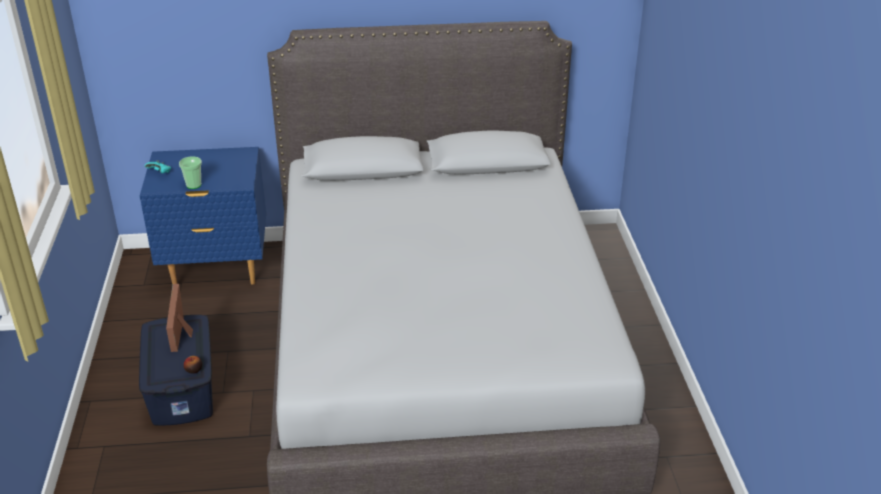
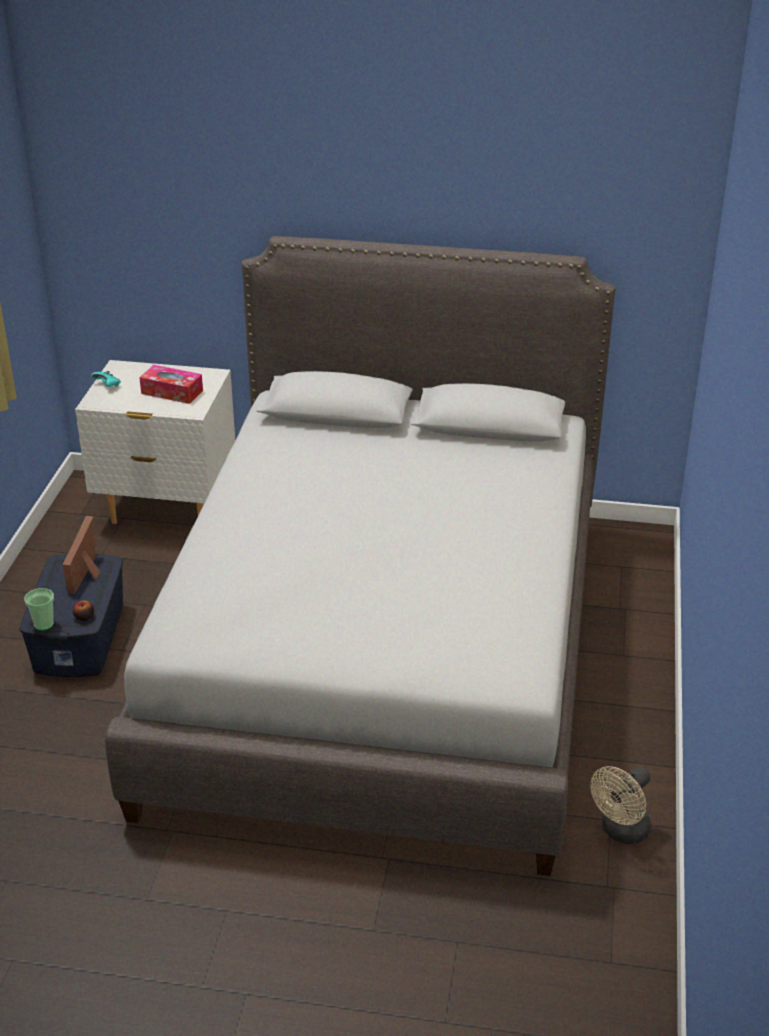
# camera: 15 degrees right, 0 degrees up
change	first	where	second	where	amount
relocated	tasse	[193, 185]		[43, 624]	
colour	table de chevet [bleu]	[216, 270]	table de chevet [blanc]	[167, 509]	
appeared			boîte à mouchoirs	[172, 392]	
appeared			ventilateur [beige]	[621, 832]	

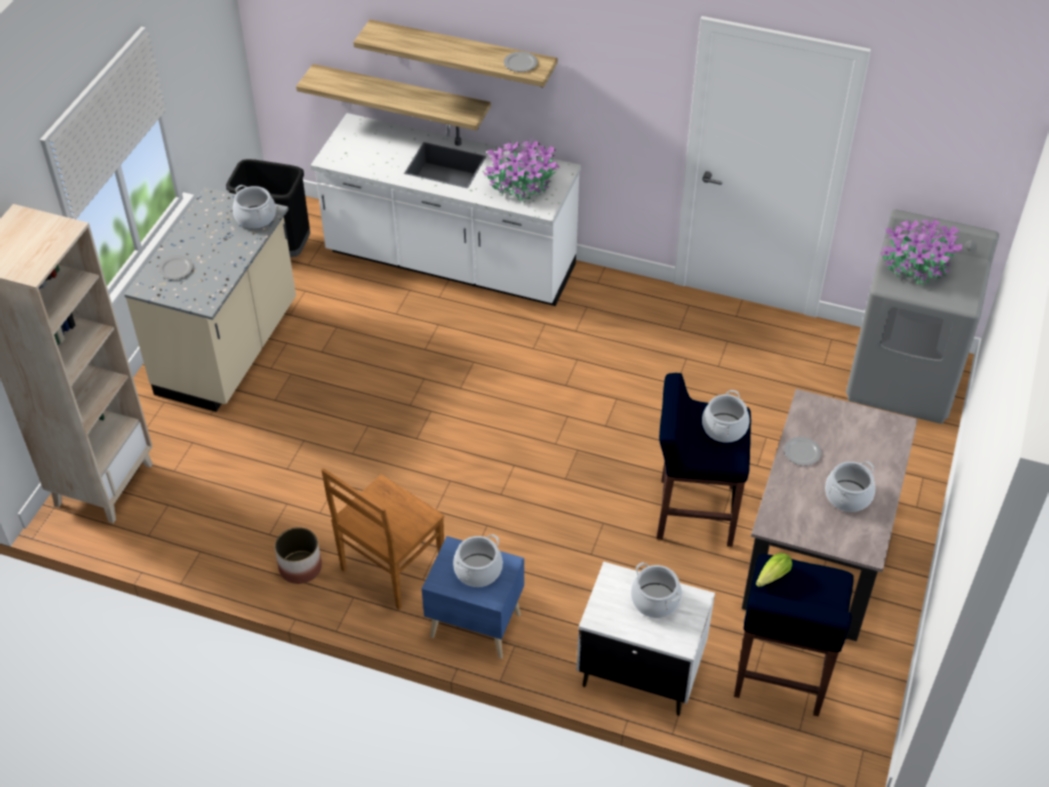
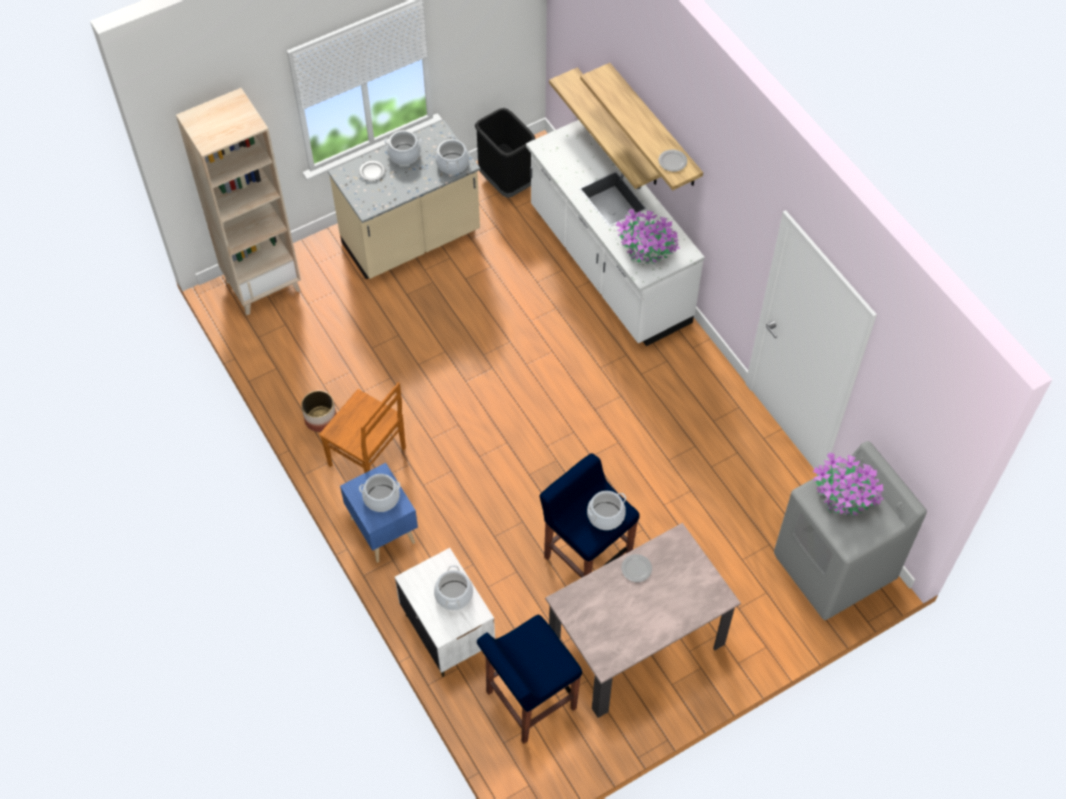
# camera: 40 degrees right, 10 degrees up
change	first	where	second	where	amount
spun	chaise [marron]	[390, 569]		[369, 458]	135 degrees counterclockwise
relocated	marmite	[847, 496]		[404, 154]	
missing	laitue	[771, 578]			

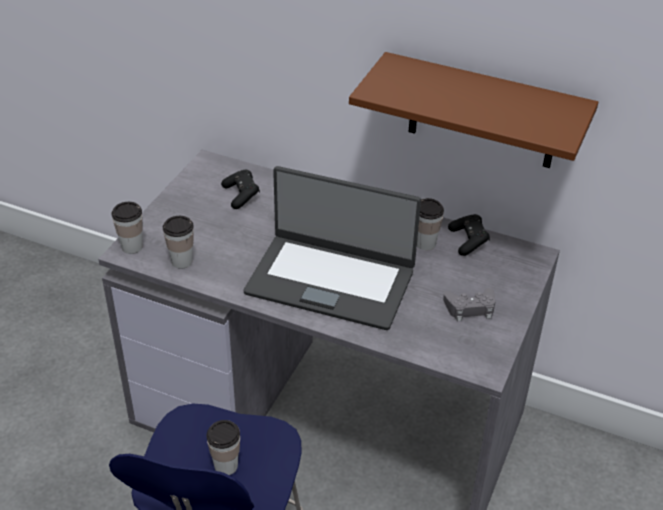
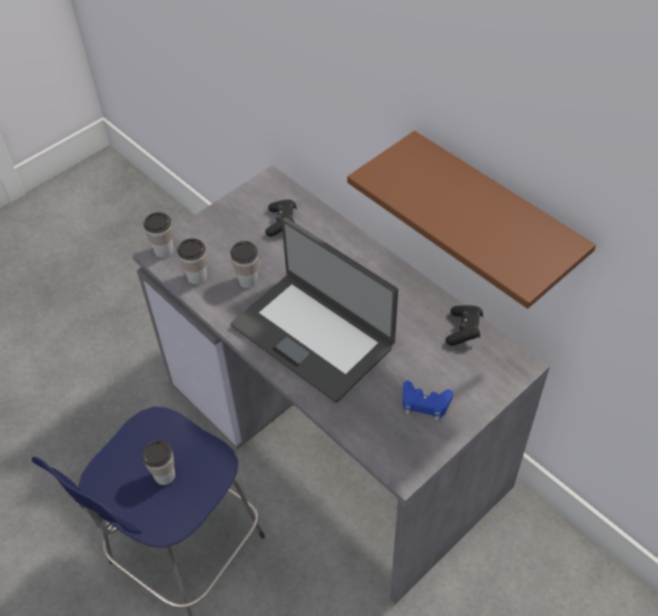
# camera: 25 degrees right, 10 degrees up
change	first	where	second	where	amount
relocated	tasse	[425, 243]		[248, 280]	
colour	manette [gris]	[470, 308]	manette [bleu]	[425, 403]	

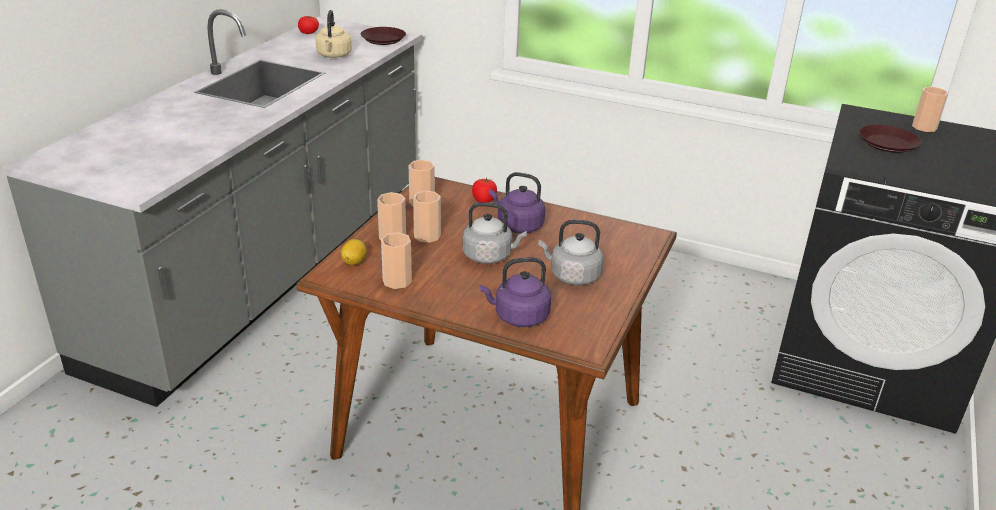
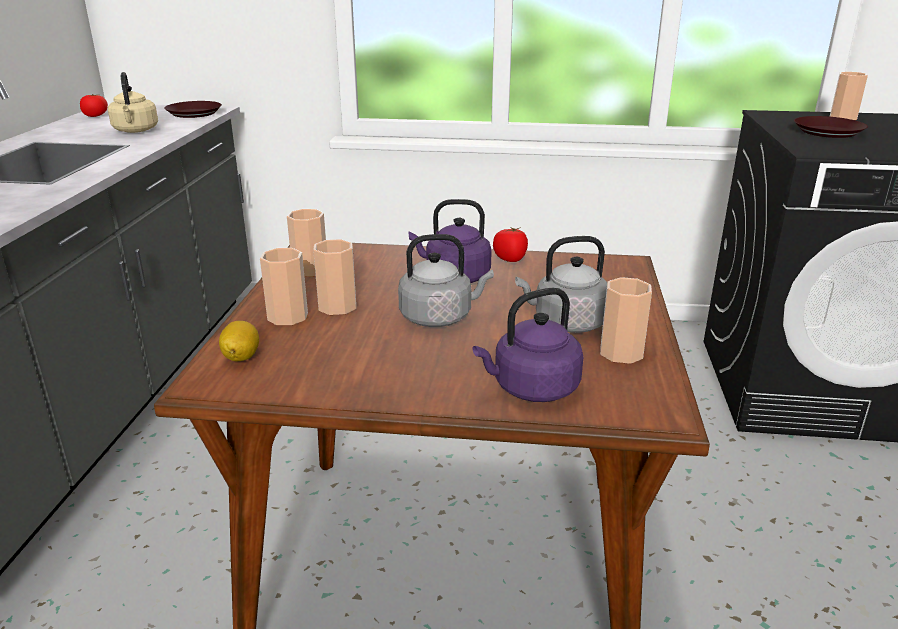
# camera: 15 degrees left, 5 degrees down
change	first	where	second	where	amount
relocated	tomate	[484, 200]		[510, 258]	
relocated	tasse	[397, 281]		[621, 353]	

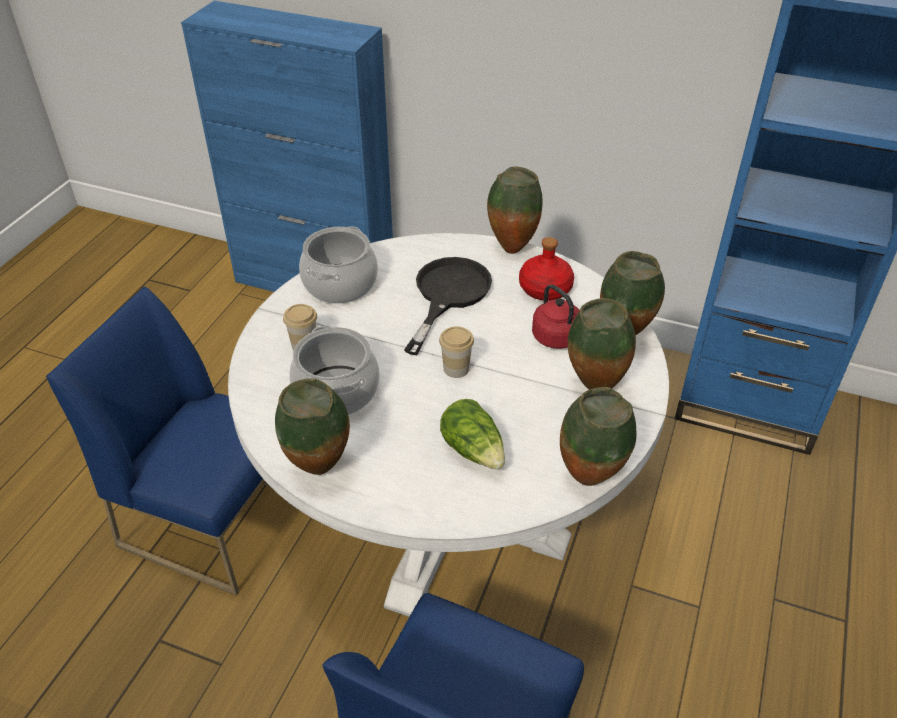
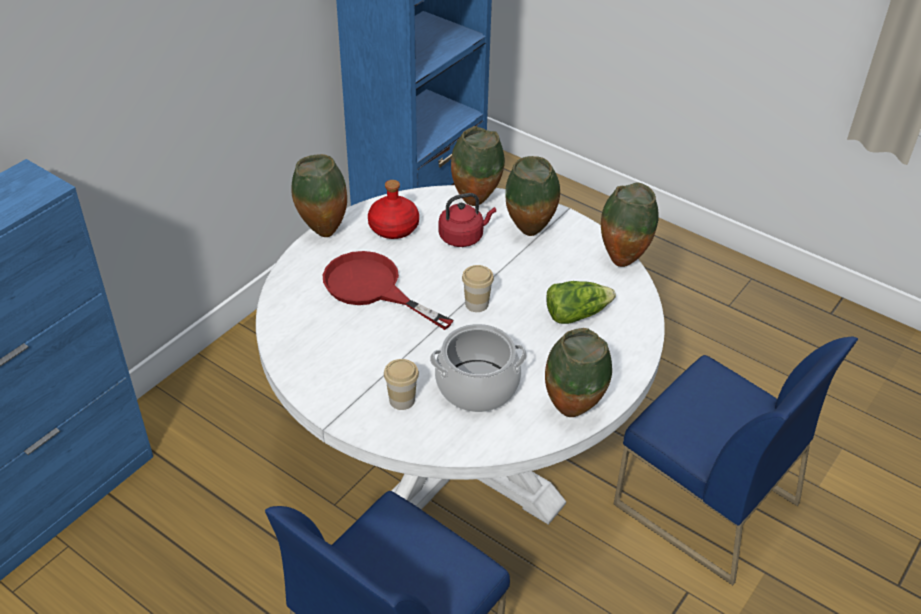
# camera: 75 degrees left, 0 degrees up
change	first	where	second	where	amount
colour	poêle [noir]	[448, 295]	poêle [rouge]	[372, 288]	
missing	marmite	[340, 284]			

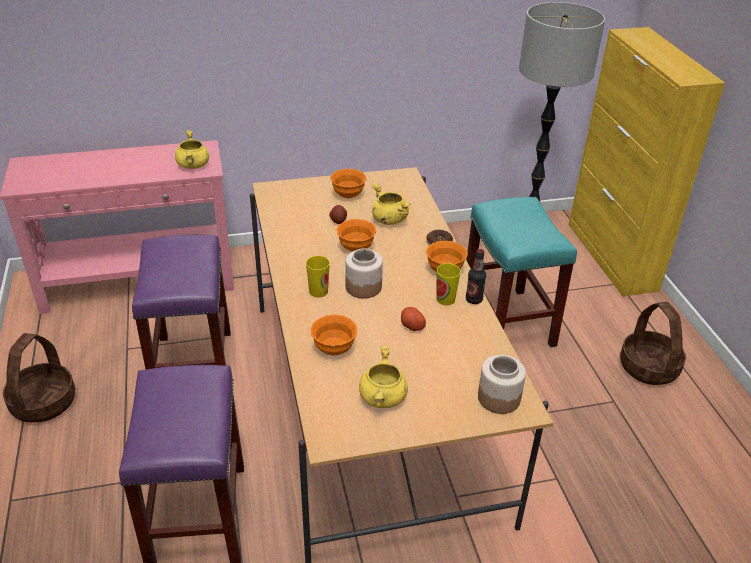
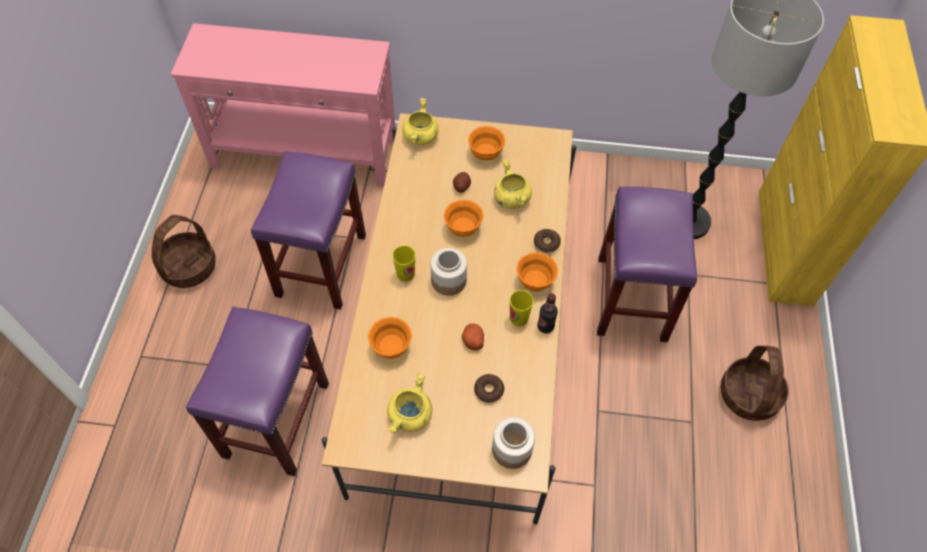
# camera: 20 degrees right, 20 degrees up
change	first	where	second	where	amount
relocated	marmite [jaune]	[193, 165]		[421, 137]	
appeared			beignet	[488, 390]	
colour	tabouret [turquoise]	[508, 322]	tabouret [violet]	[632, 299]	

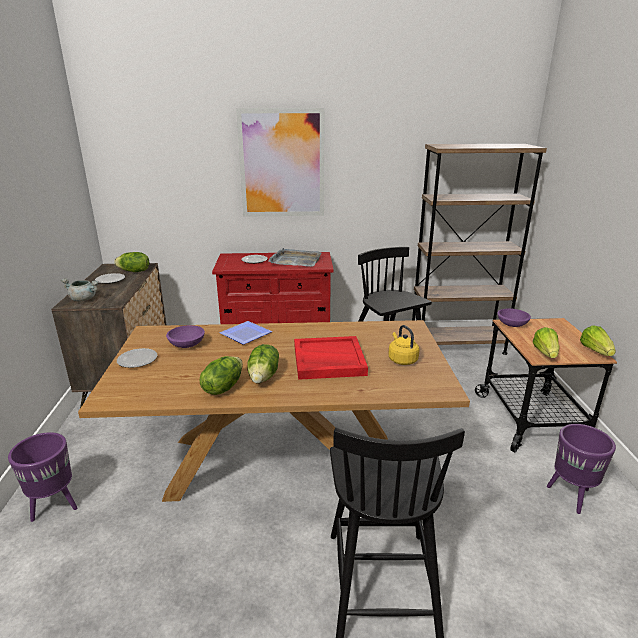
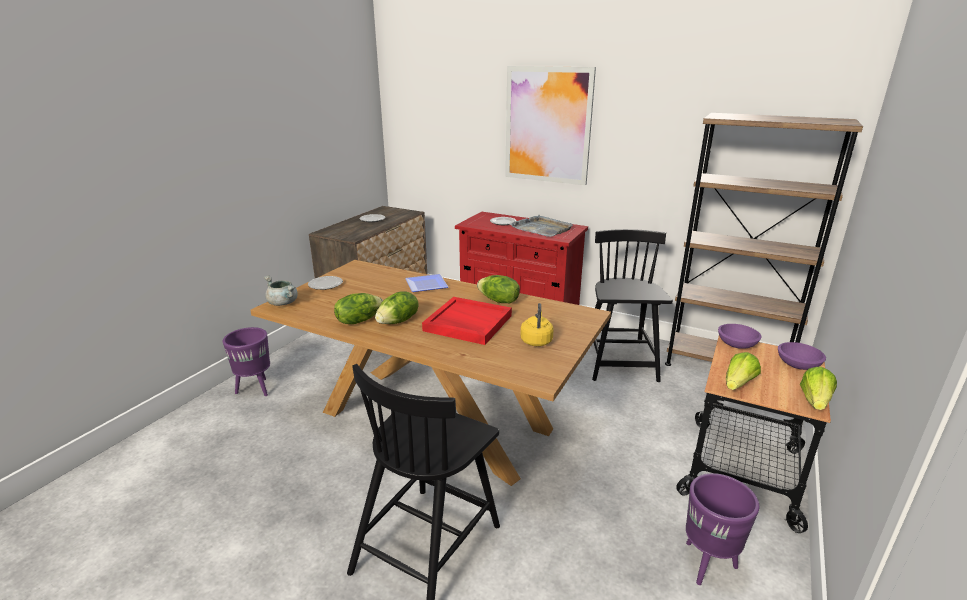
# camera: 30 degrees right, 0 degrees up
change	first	where	second	where	amount
relocated	marmite [gris]	[84, 299]		[284, 303]	
relocated	laitue	[134, 271]		[498, 301]	
relocated	bol [violet]	[186, 345]		[797, 365]	

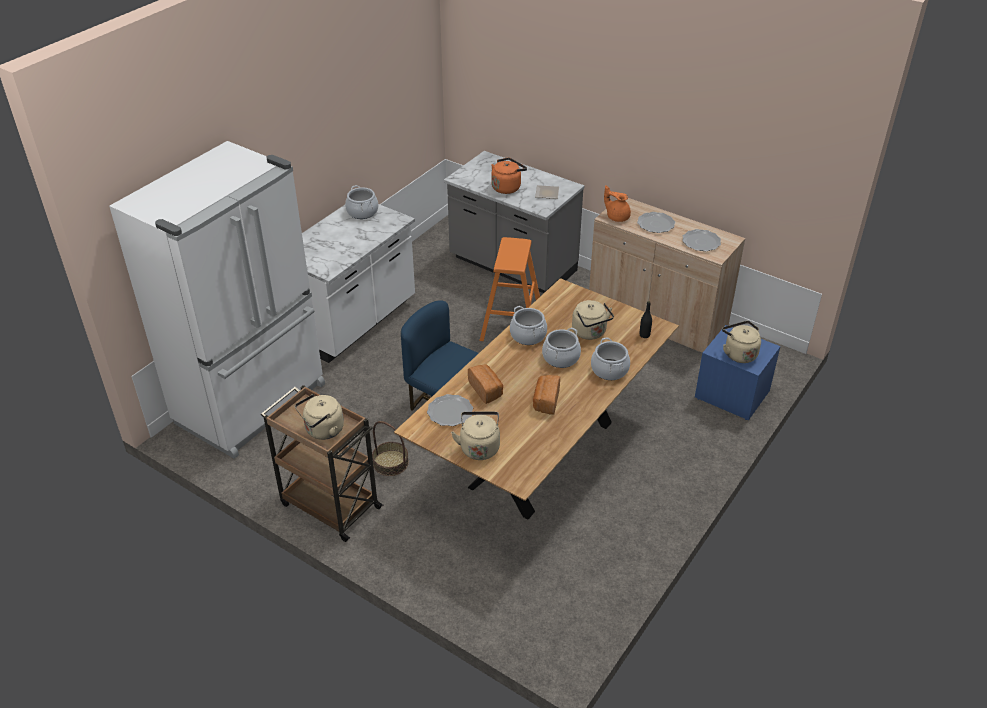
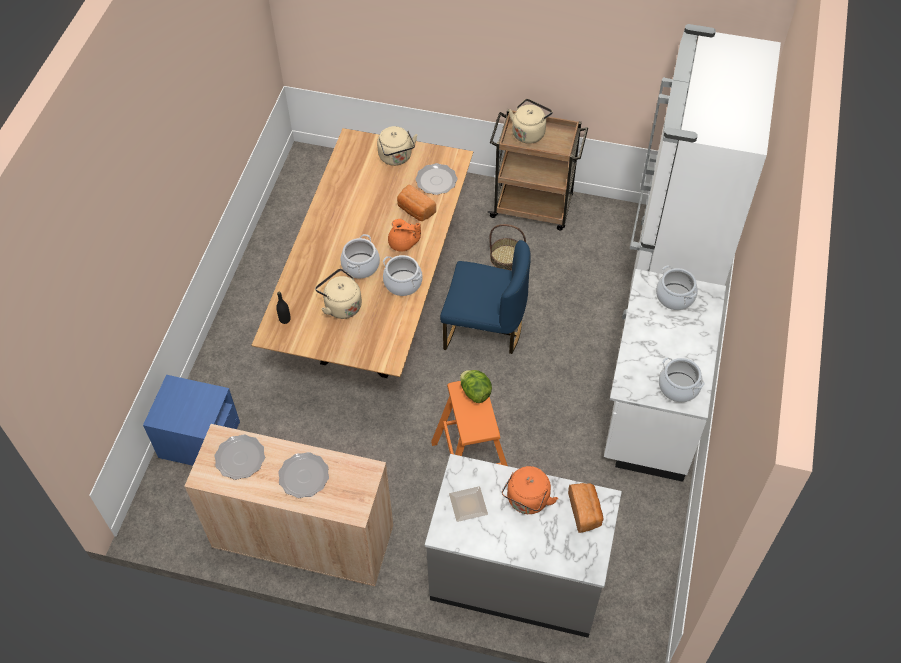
# camera: 160 degrees right, 15 degrees up
change	first	where	second	where	amount
relocated	théière [orange]	[617, 217]		[403, 244]	
appeared			laitue	[475, 392]	
relocated	pain	[545, 401]		[585, 511]	
relocated	marmite	[609, 370]		[675, 297]	
missing	bouilloire [beige]	[738, 353]			

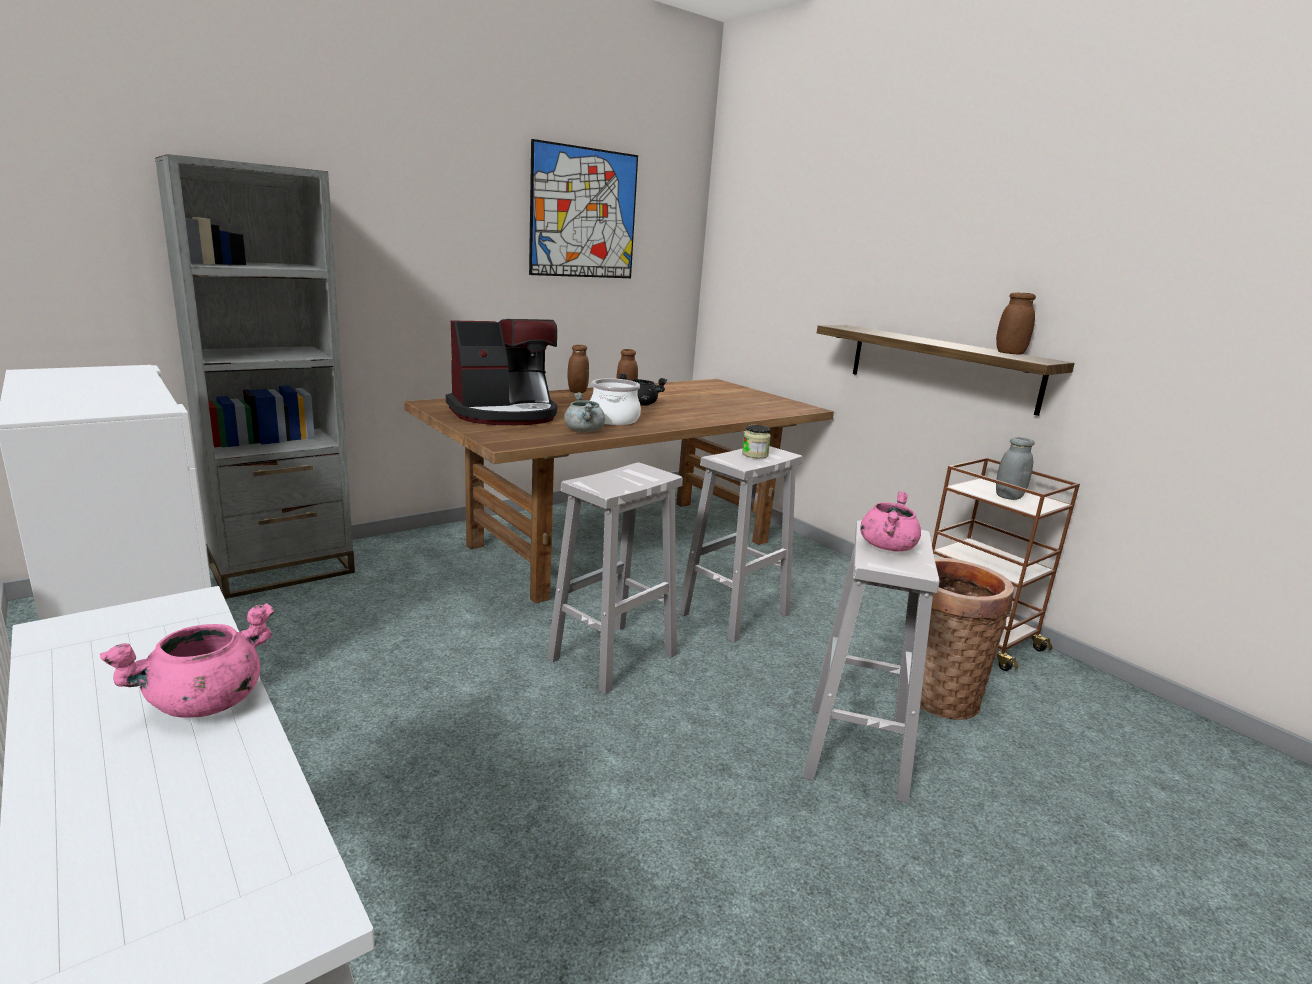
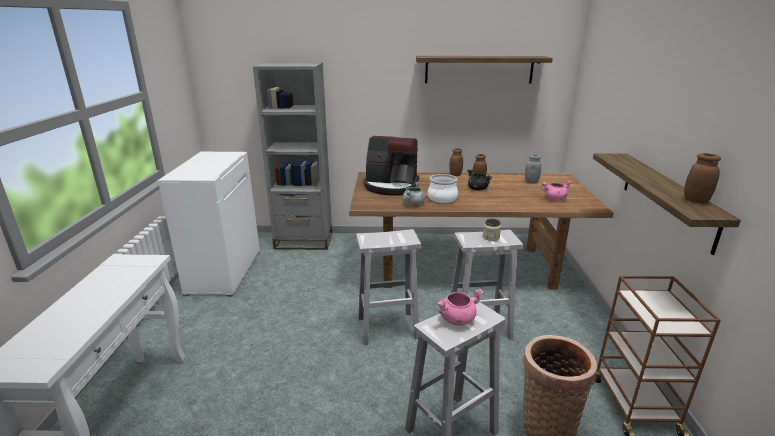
# camera: 40 degrees right, 5 degrees up
change	first	where	second	where	amount
exchanged	tableau	[584, 213]	étagère	[479, 69]	
relocated	bocal [gris]	[1008, 496]		[531, 182]	
relocated	marmite [rose]	[205, 703]		[554, 199]	

